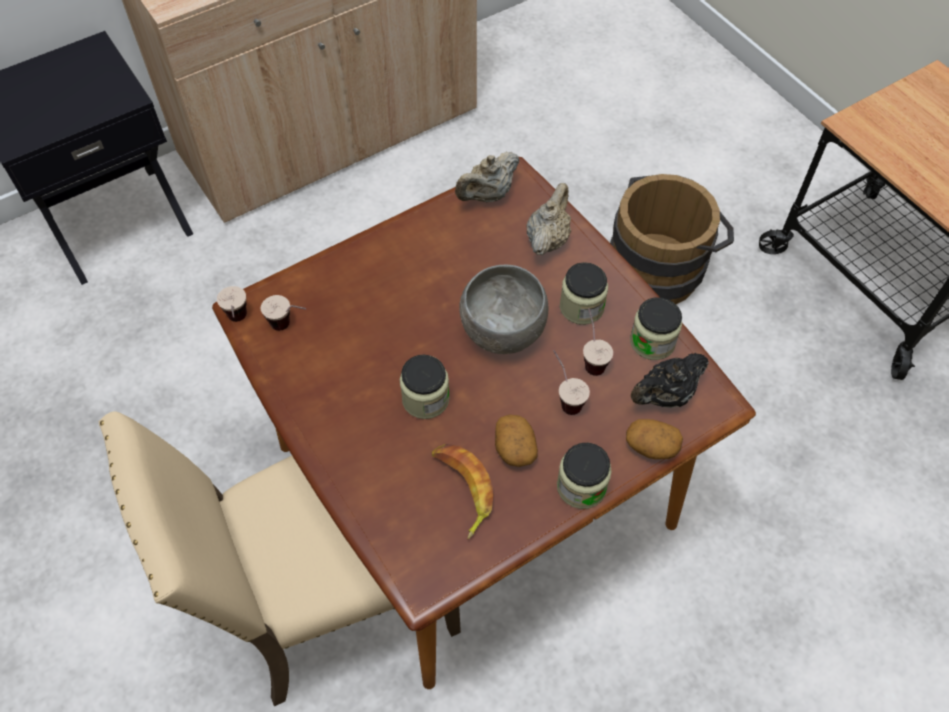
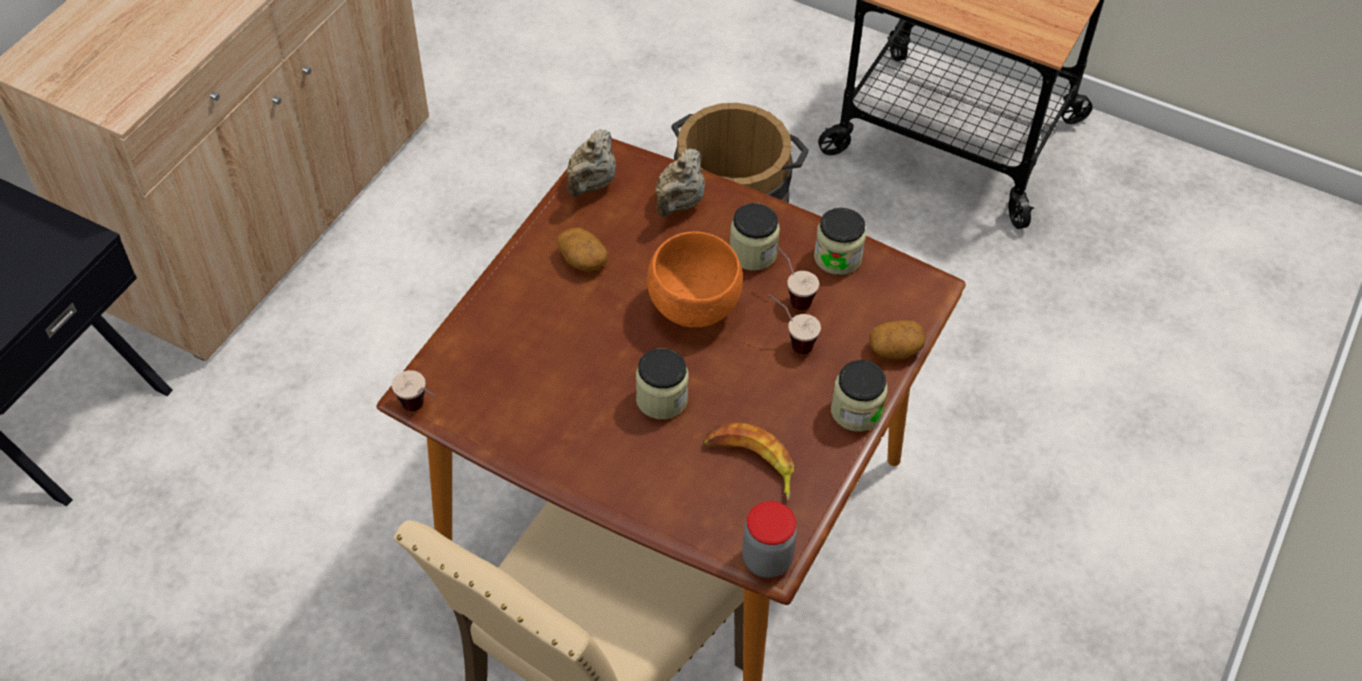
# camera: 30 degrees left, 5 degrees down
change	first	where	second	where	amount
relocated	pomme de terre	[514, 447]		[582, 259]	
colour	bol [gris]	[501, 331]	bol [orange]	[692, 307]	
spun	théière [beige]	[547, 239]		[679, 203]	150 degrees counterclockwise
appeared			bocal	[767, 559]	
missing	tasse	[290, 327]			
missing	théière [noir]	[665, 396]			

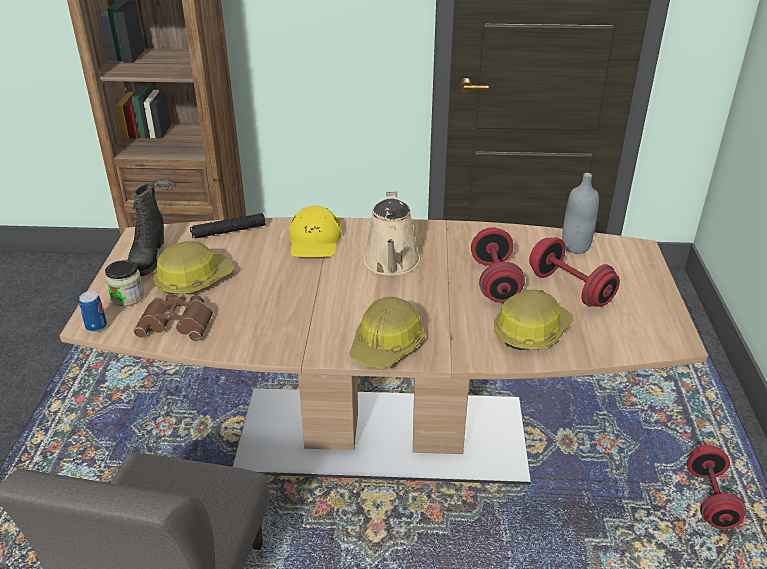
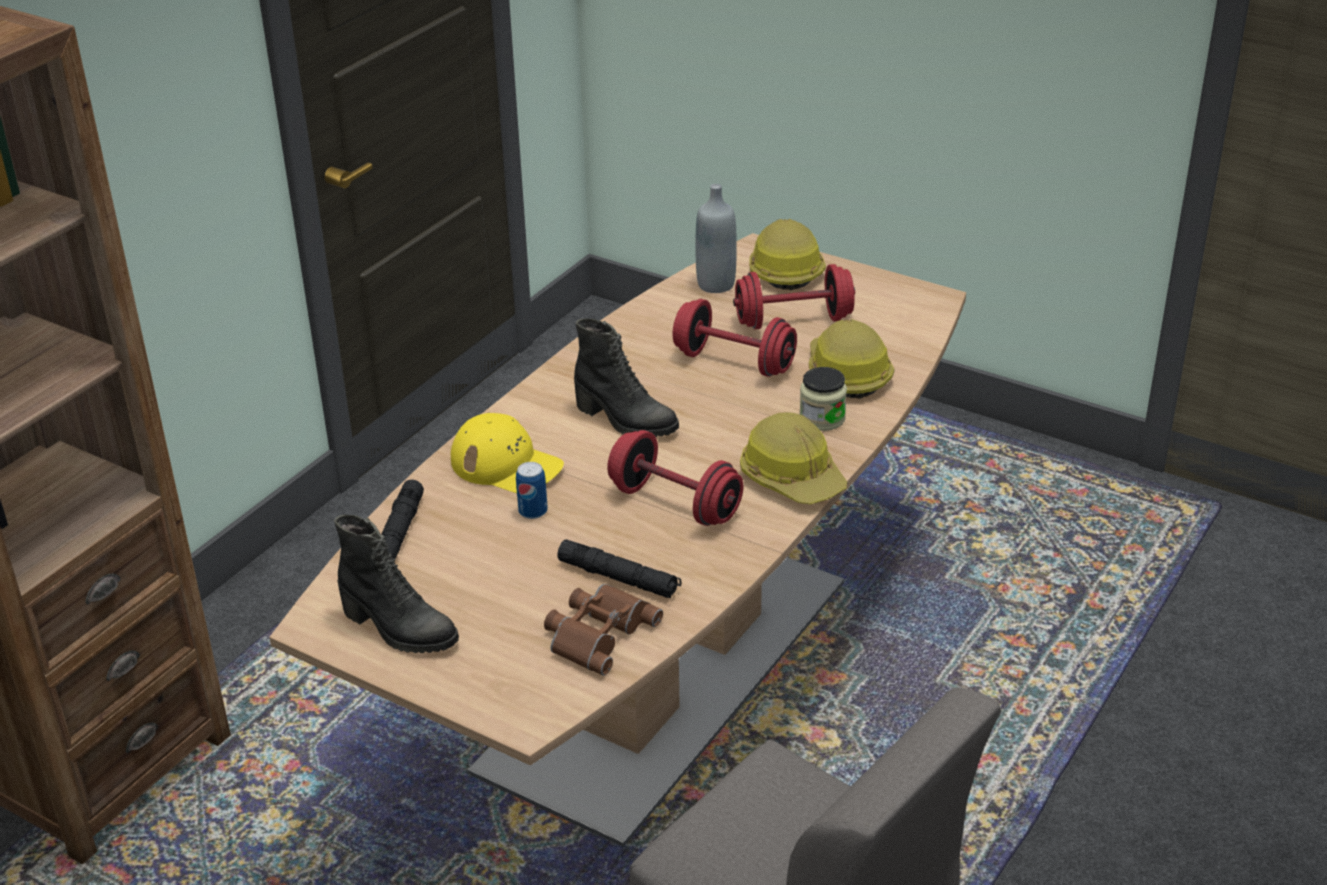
# camera: 60 degrees left, 0 degrees up
change	first	where	second	where	amount
relocated	boîte métallique	[96, 326]		[533, 511]	
appeared			lampe de poche [noir]	[619, 578]	
exchanged	arrosoir [beige]	[391, 263]	botte [noir]	[625, 421]	
relocated	haltère [rouge]	[710, 499]		[675, 503]	
relocated	casque de chantier	[193, 280]		[784, 269]	
relocated	bocal	[127, 297]		[822, 418]	

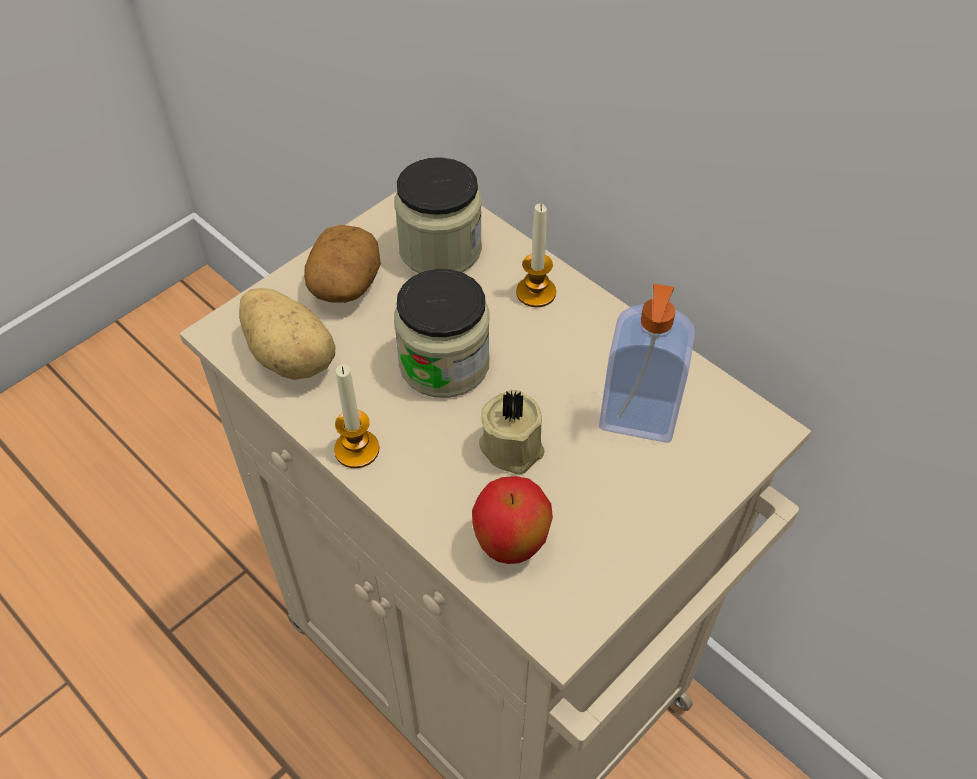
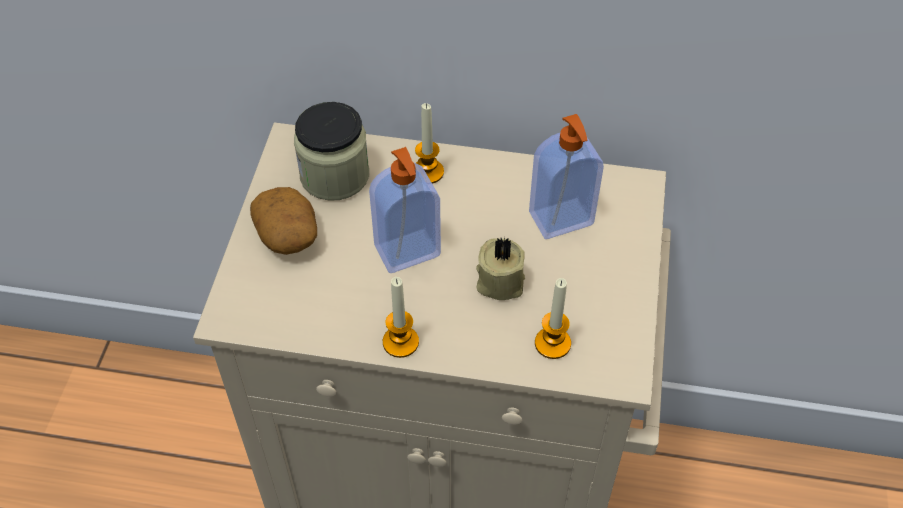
# camera: 35 degrees left, 0 degrees up
change	first	where	second	where	amount
exchanged	bocal	[444, 364]	distributeur de savon	[408, 253]	
exchanged	pomme	[510, 546]	bougie	[552, 343]	
missing	pomme de terre	[292, 356]			

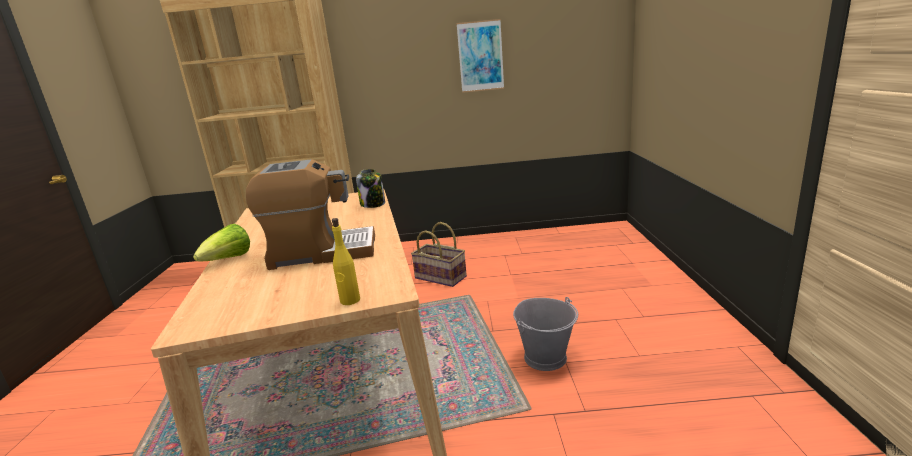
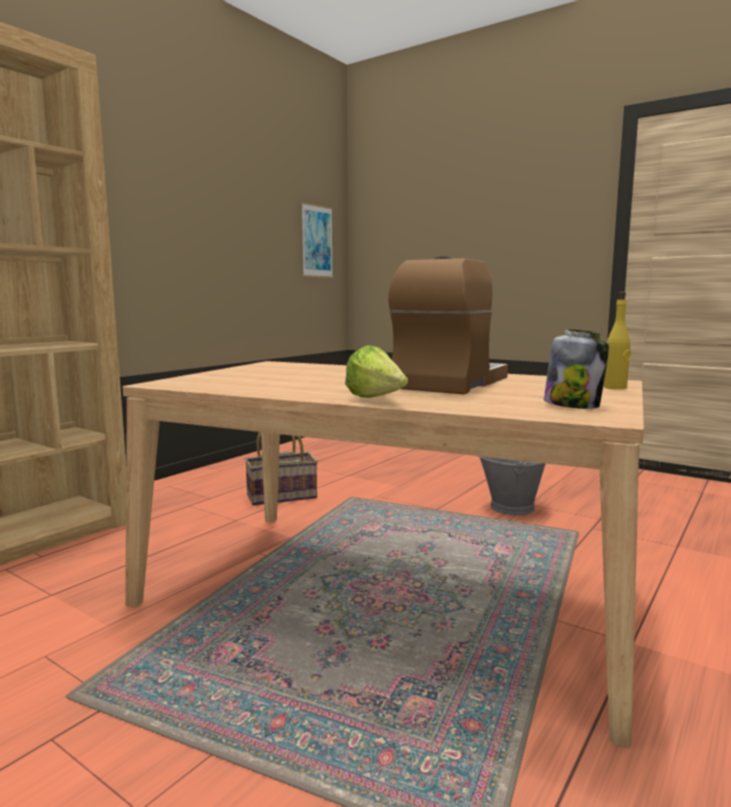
# camera: 55 degrees left, 10 degrees down
change	first	where	second	where	amount
relocated	tableau	[480, 56]		[317, 241]	
relocated	bocal	[373, 204]		[573, 405]	

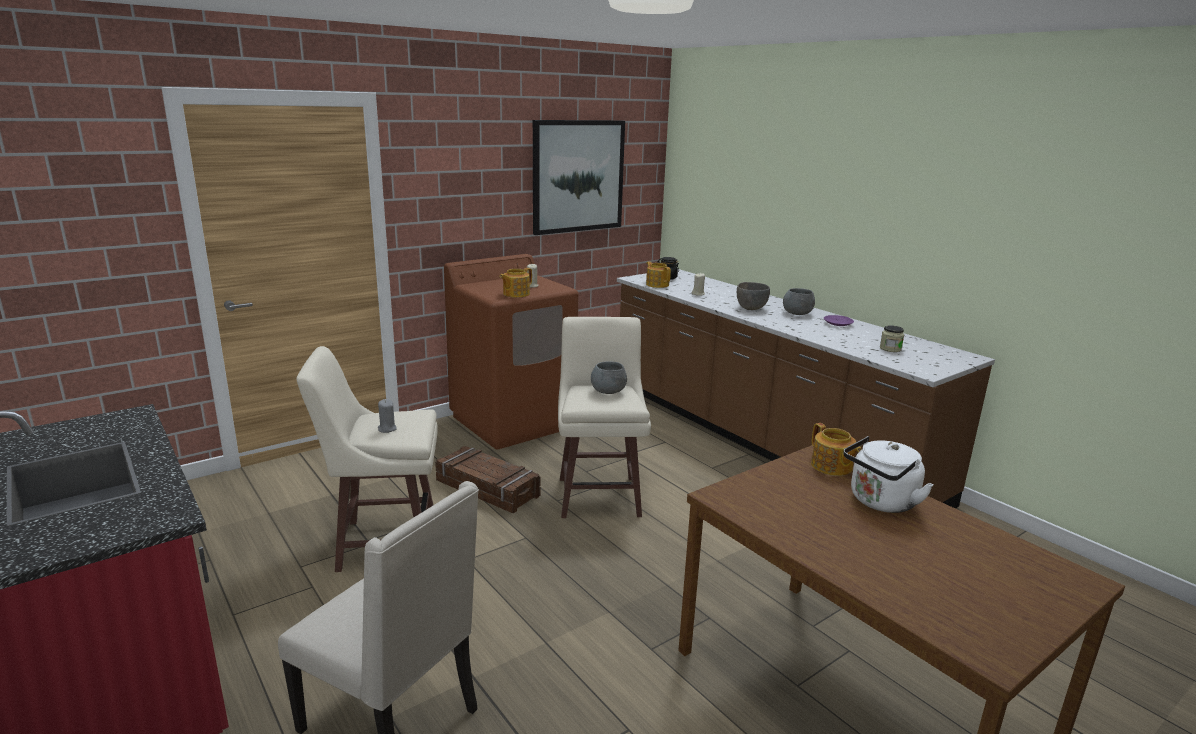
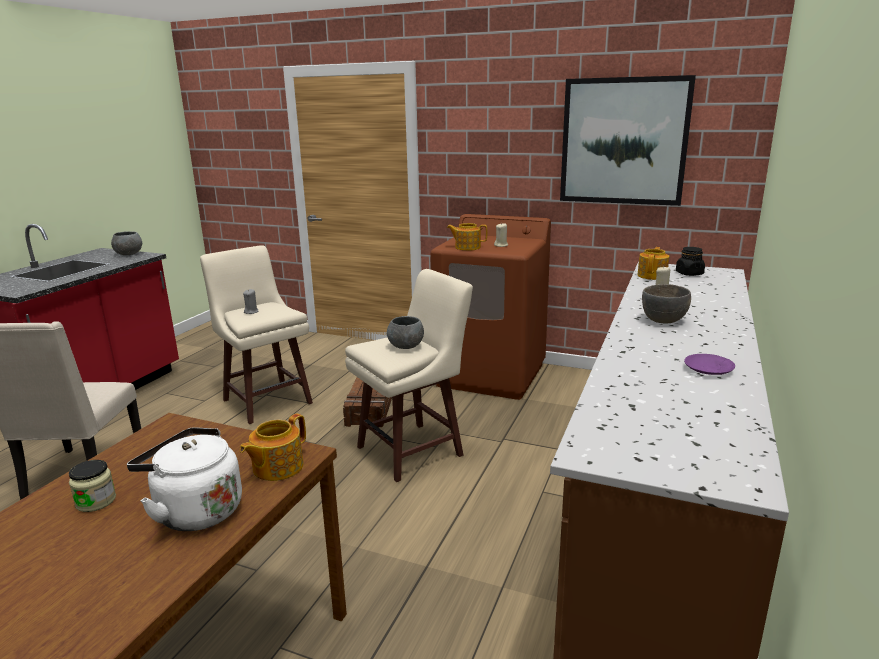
# camera: 60 degrees right, 0 degrees up
change	first	where	second	where	amount
relocated	bocal	[890, 349]		[96, 501]	
relocated	bol [gris]	[797, 314]		[128, 254]	

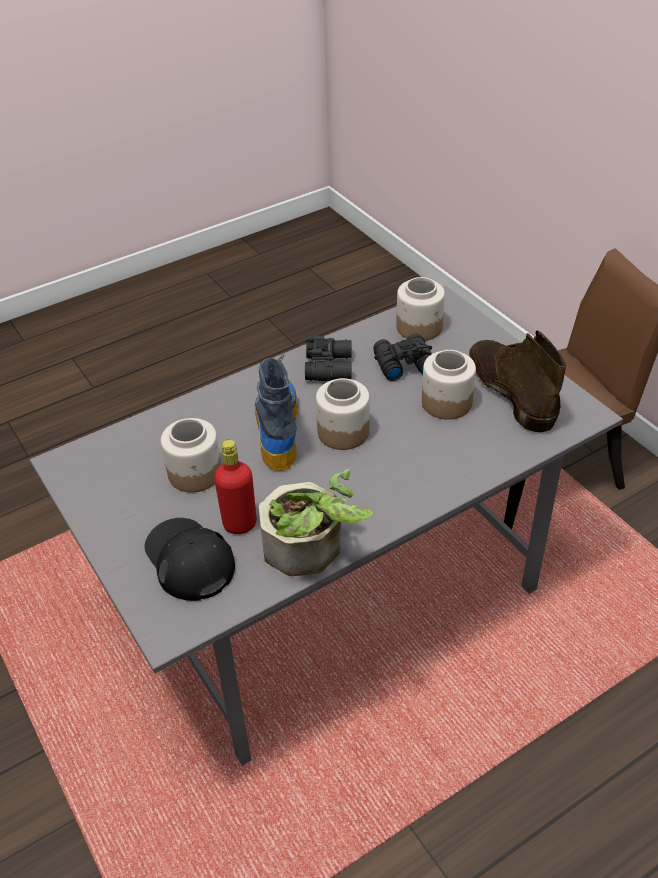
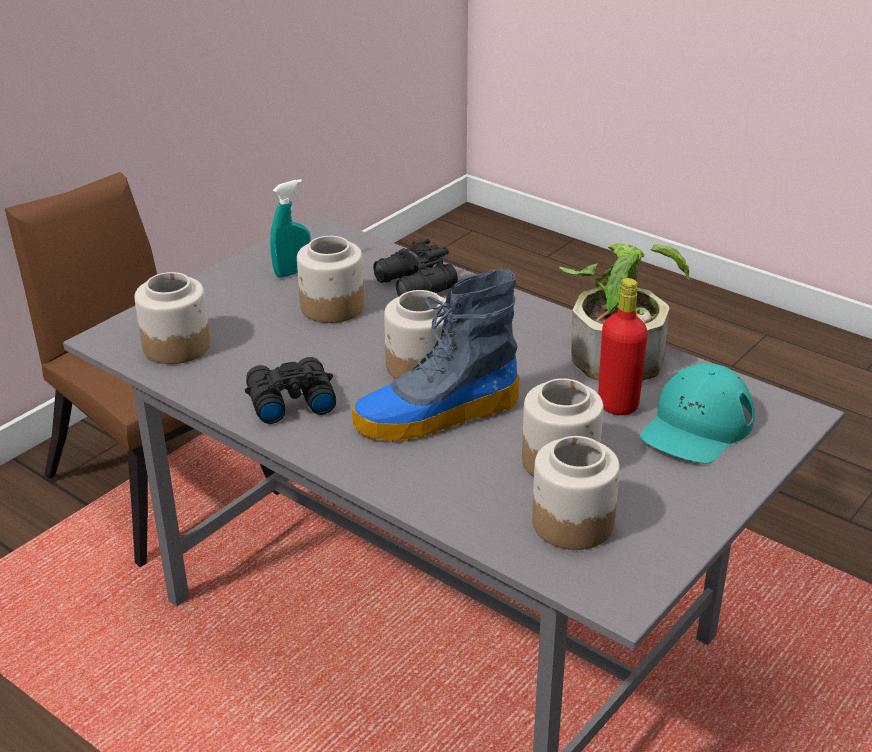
# camera: 110 degrees left, 10 degrees down
change	first	where	second	where	amount
exchanged	botte [marron]	[510, 390]	vaporisateur [turquoise]	[293, 272]	
relocated	jumelles [noir]	[402, 363]		[414, 285]	
appeared			bocal	[572, 522]	
colour	casquette [noir]	[189, 560]	casquette [turquoise]	[696, 426]	

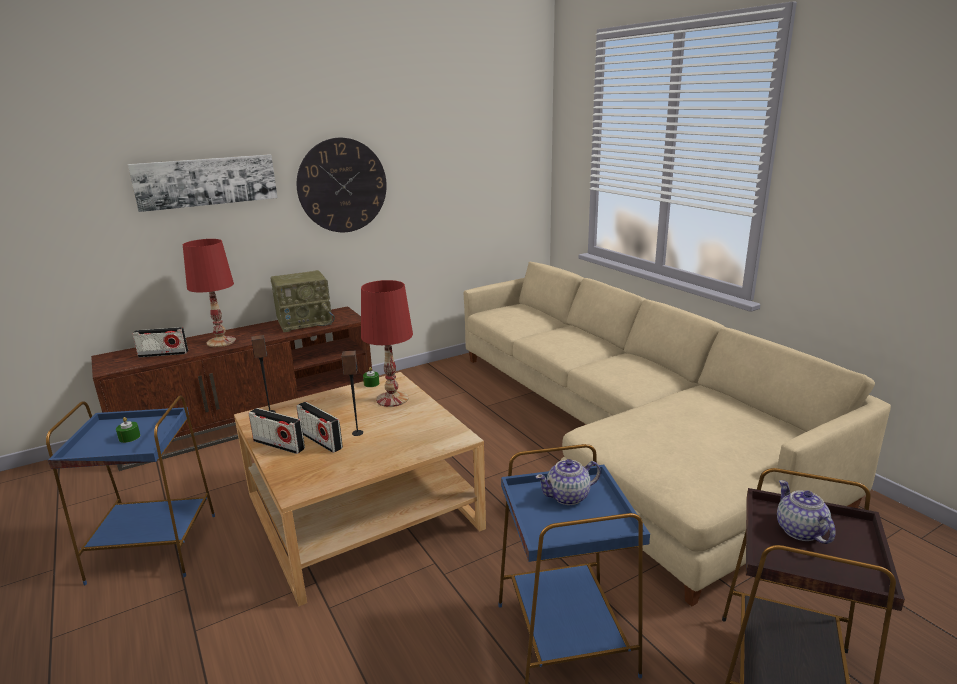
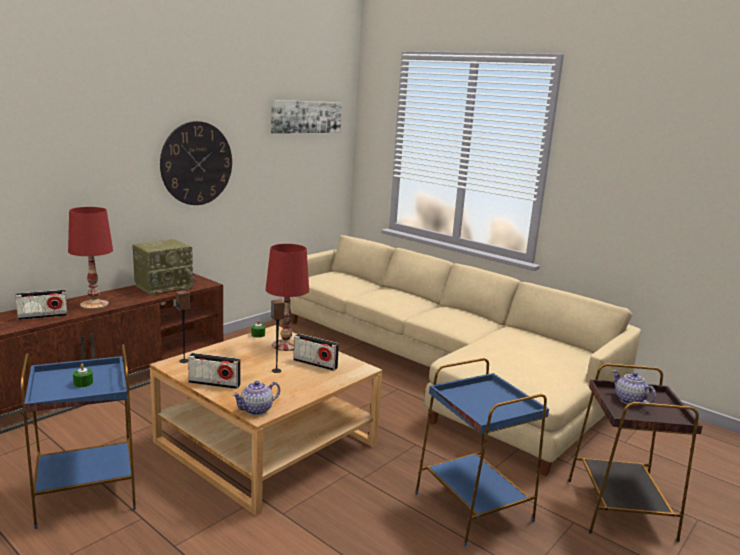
# camera: 20 degrees left, 5 degrees down
change	first	where	second	where	amount
relocated	théière	[568, 496]		[257, 409]	
relocated	tableau	[206, 181]		[306, 117]	
relocated	radio	[321, 441]		[315, 364]	

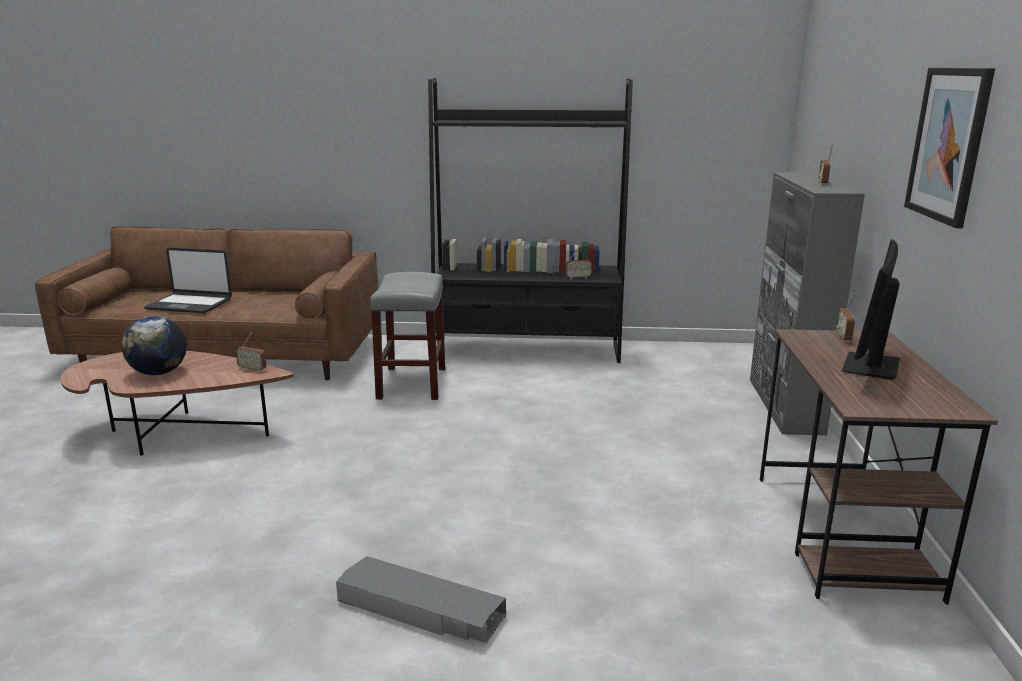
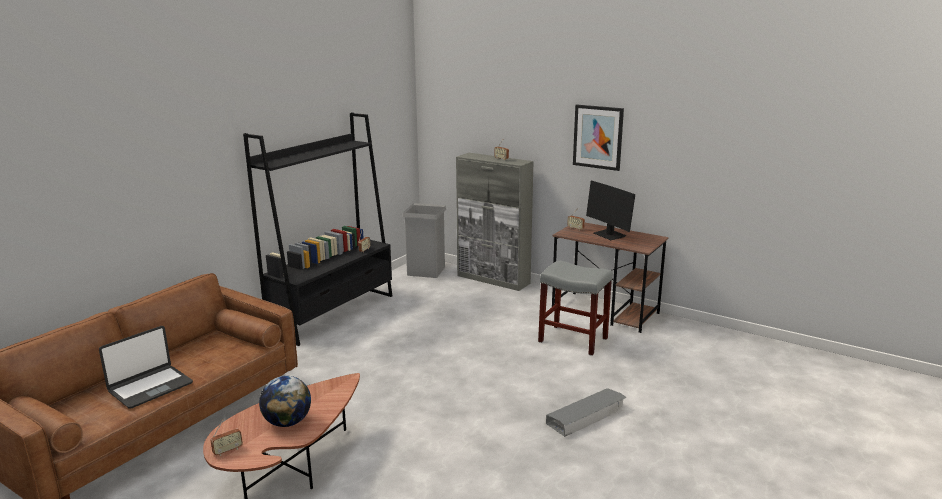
# camera: 60 degrees left, 0 degrees up
change	first	where	second	where	amount
relocated	radio	[252, 369]		[228, 451]	
appeared			poubelle [gris]	[426, 271]	
relocated	tabouret [gris]	[411, 383]		[572, 340]	

